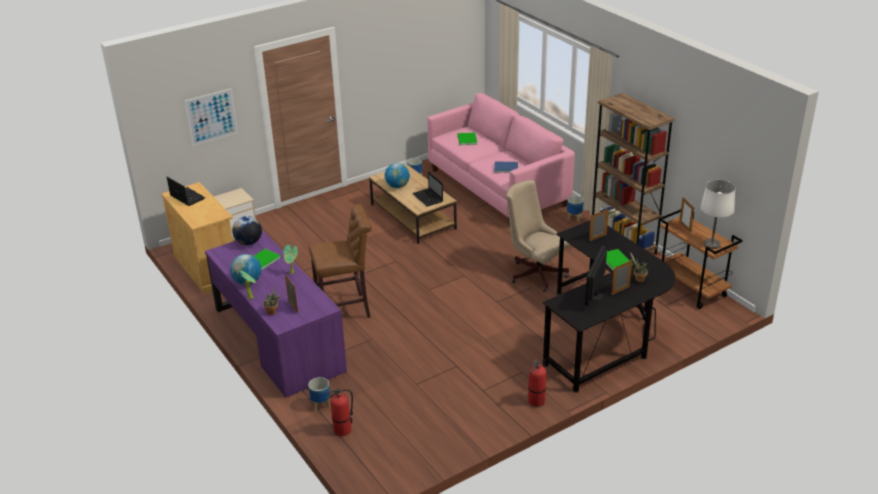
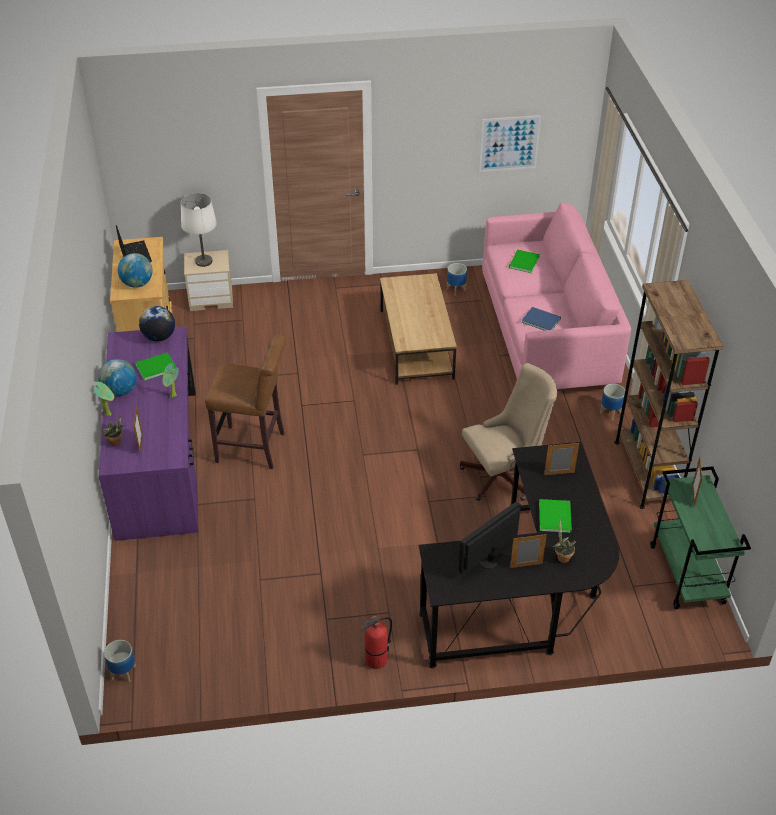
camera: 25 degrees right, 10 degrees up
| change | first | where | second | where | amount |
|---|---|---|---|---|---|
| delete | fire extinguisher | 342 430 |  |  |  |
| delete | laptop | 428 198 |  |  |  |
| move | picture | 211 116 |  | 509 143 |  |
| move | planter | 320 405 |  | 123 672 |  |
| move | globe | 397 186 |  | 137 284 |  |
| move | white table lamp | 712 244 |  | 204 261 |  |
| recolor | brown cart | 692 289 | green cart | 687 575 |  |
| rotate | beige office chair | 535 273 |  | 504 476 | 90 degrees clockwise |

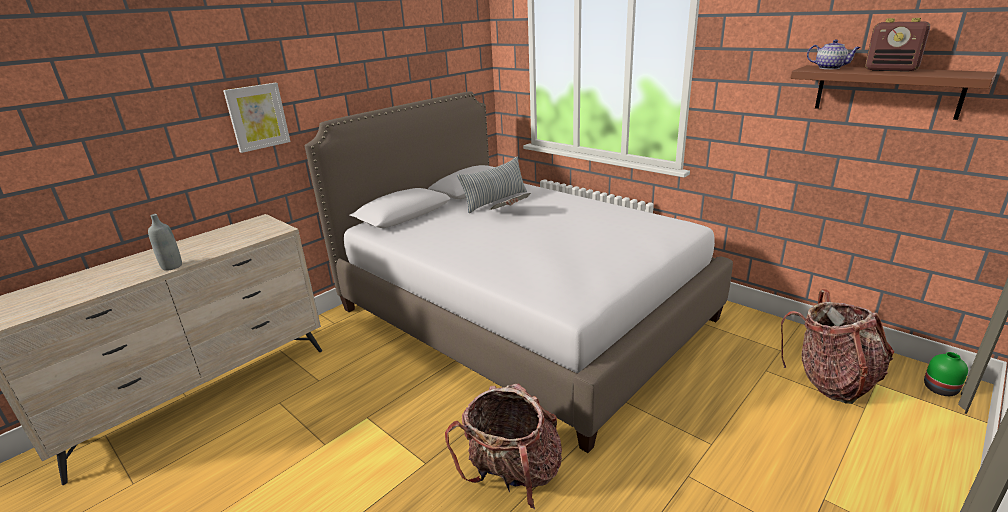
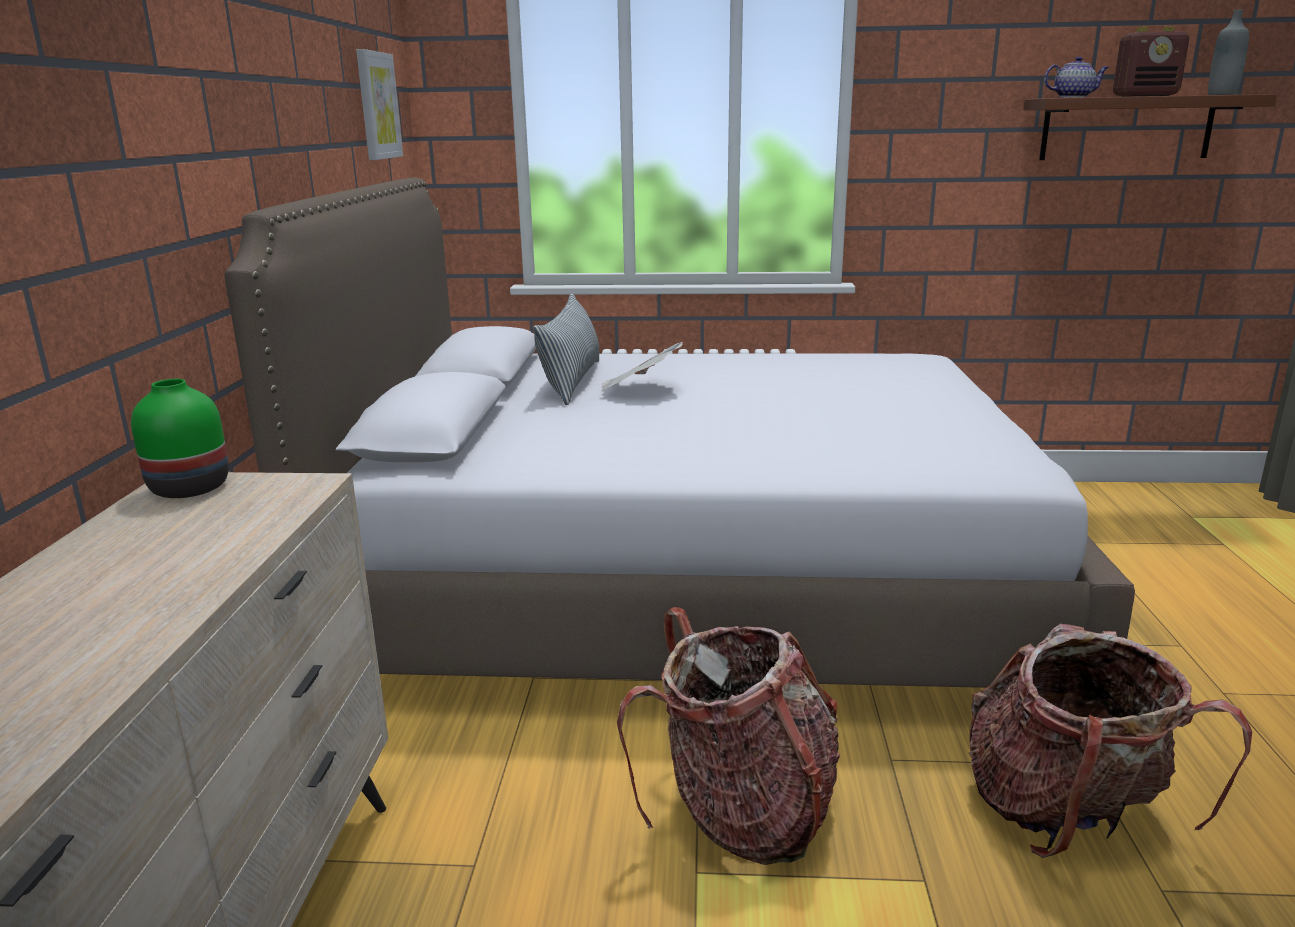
camera: 40 degrees left, 5 degrees down
| change | first | where | second | where | amount |
|---|---|---|---|---|---|
| move | grey bottle | 172 266 |  | 1222 94 |  |
| move | picture | 257 117 |  | 377 106 |  |
| move | backpack | 831 381 |  | 743 812 |  |
| move | green vase | 940 388 |  | 191 487 |  |

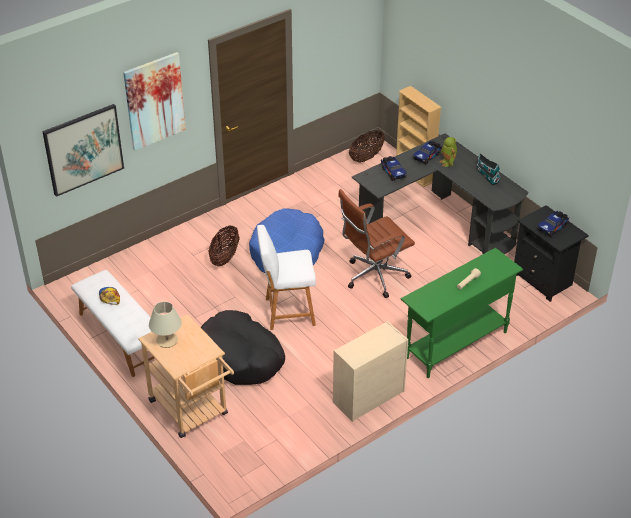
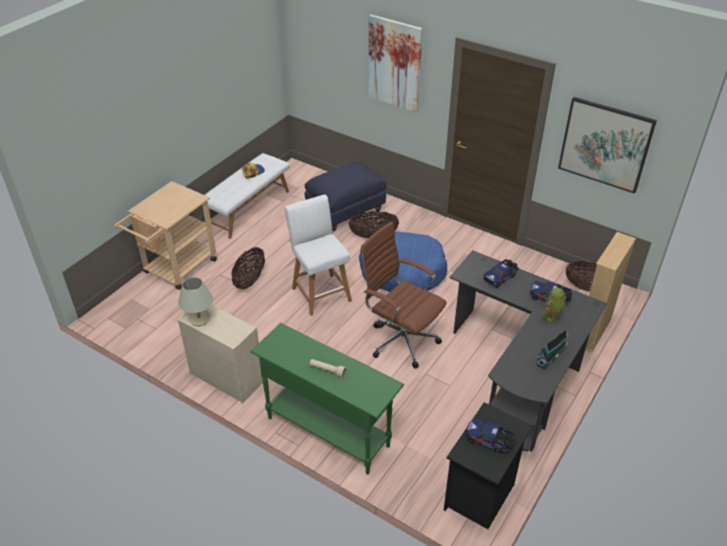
camera: 70 degrees right, 0 degrees up
| change | first | where | second | where | amount |
|---|---|---|---|---|---|
| insert |  |  | blue ottoman | 346 211 |  |
| move | picture | 83 149 |  | 605 144 |  |
| move | beige table lamp | 167 340 |  | 199 318 |  |
| replace | black dog bed | 241 357 | basket | 250 280 |  |

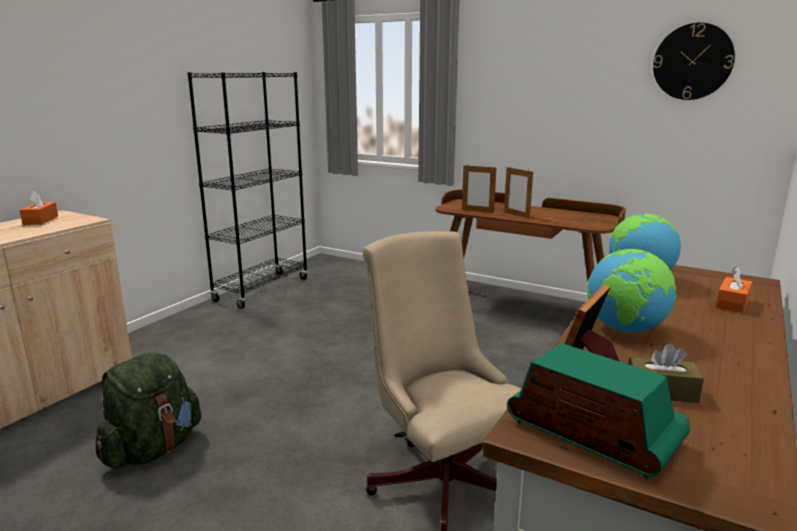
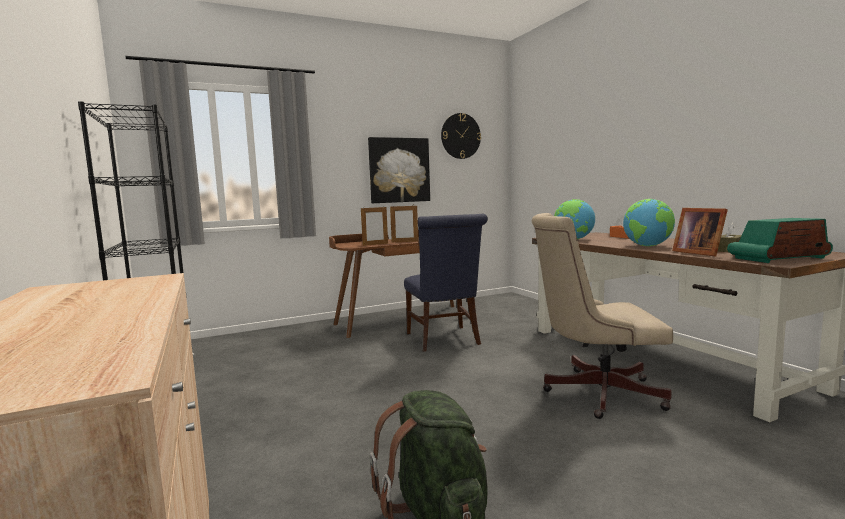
camera: 55 degrees left, 10 degrees down
| change | first | where | second | where | amount |
|---|---|---|---|---|---|
| delete | orange tissue box | 40 220 |  |  |  |
| insert |  |  | picture | 399 170 |  |
| insert |  |  | blue chair | 445 340 |  |

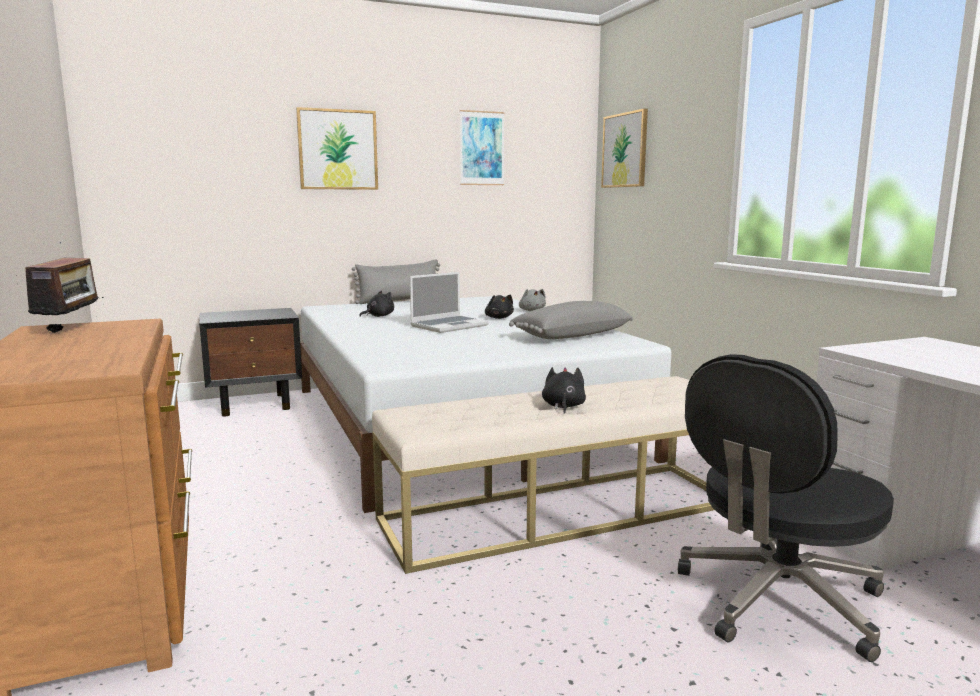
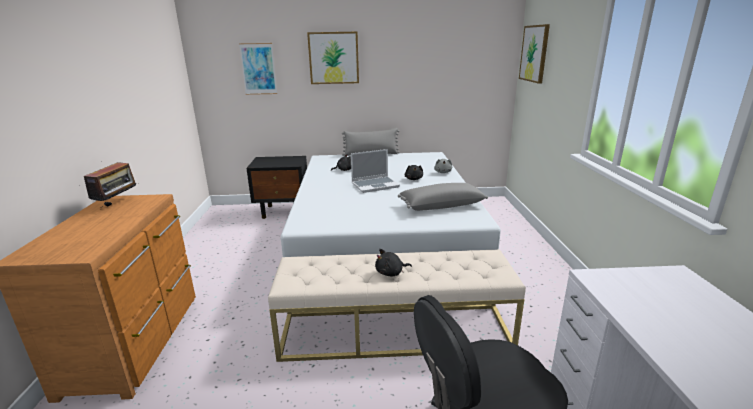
camera: 20 degrees right, 10 degrees up
| change | first | where | second | where | amount |
|---|---|---|---|---|---|
| move | picture | 482 148 |  | 258 69 |  |
| rotate | black plush toy | 563 406 |  | 391 273 | 135 degrees counterclockwise |

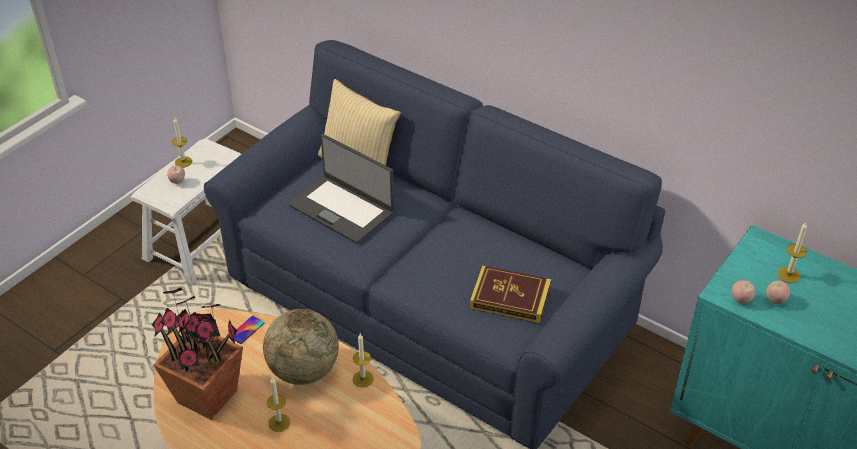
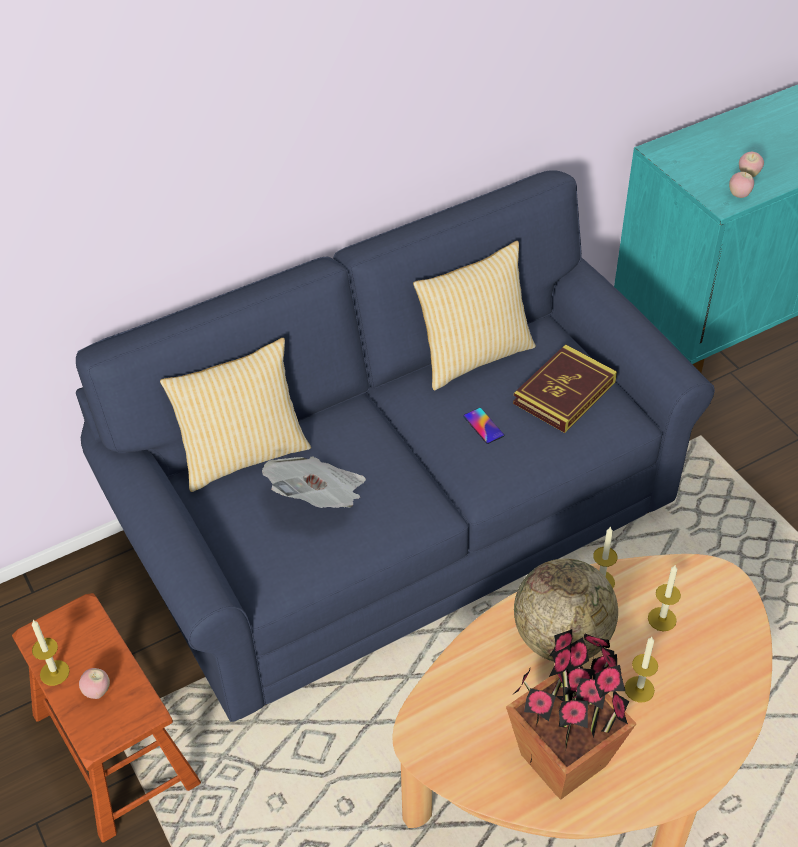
camera: 65 degrees left, 5 degrees up
| change | first | where | second | where | amount |
|---|---|---|---|---|---|
| insert |  |  | pillow | 473 356 |  |
| move | phone | 247 330 |  | 483 426 |  |
| move | candle | 788 275 |  | 662 619 |  |
| replace | laptop | 342 208 | newspaper | 319 498 |  |
| recolor | white stool | 201 241 | brown stool | 115 749 |  |

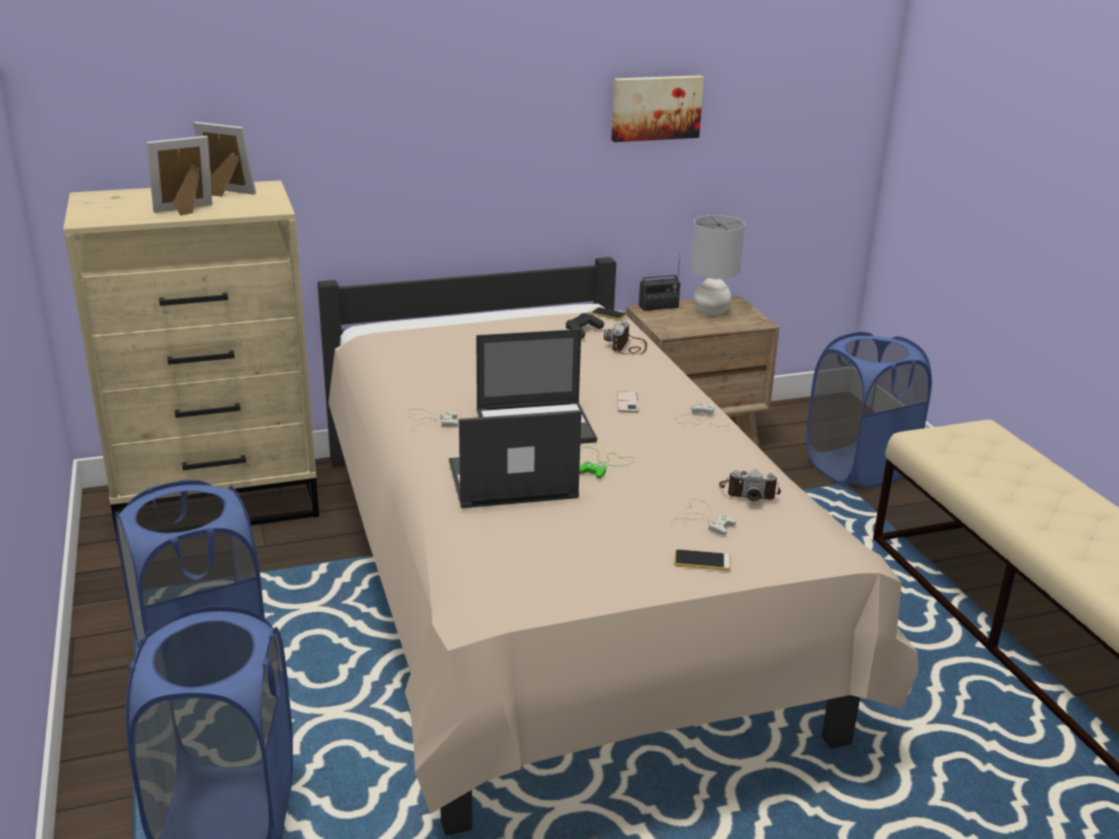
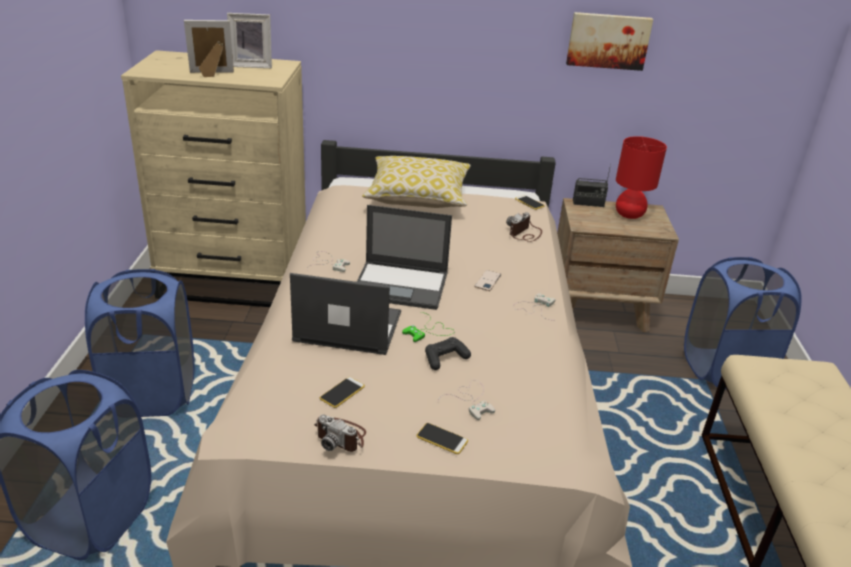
camera: 20 degrees right, 5 degrees up
| change | first | where | second | where | amount |
|---|---|---|---|---|---|
| insert |  |  | phone | 342 392 |  |
| insert |  |  | pillow | 418 197 |  |
| move | black game controller | 583 331 |  | 445 358 |  |
| move | photo camera | 749 492 |  | 341 436 |  |
| recolor | grey table lamp | 711 311 | red table lamp | 629 215 |  |
| rotate | picture frame | 225 193 |  | 251 65 | 135 degrees clockwise |

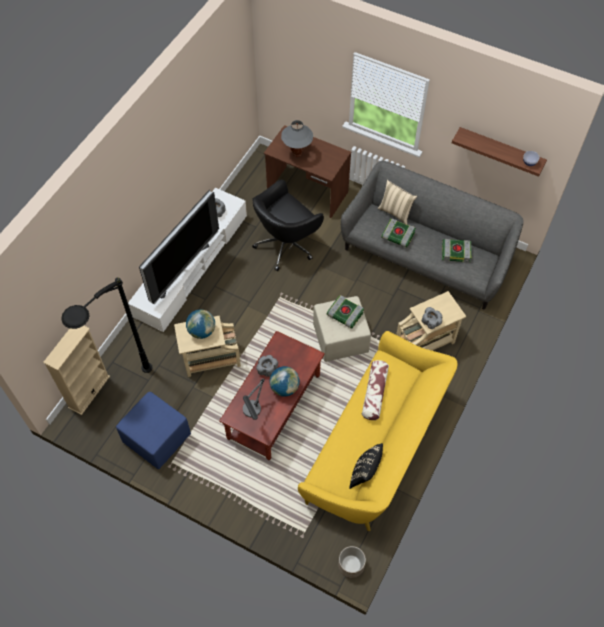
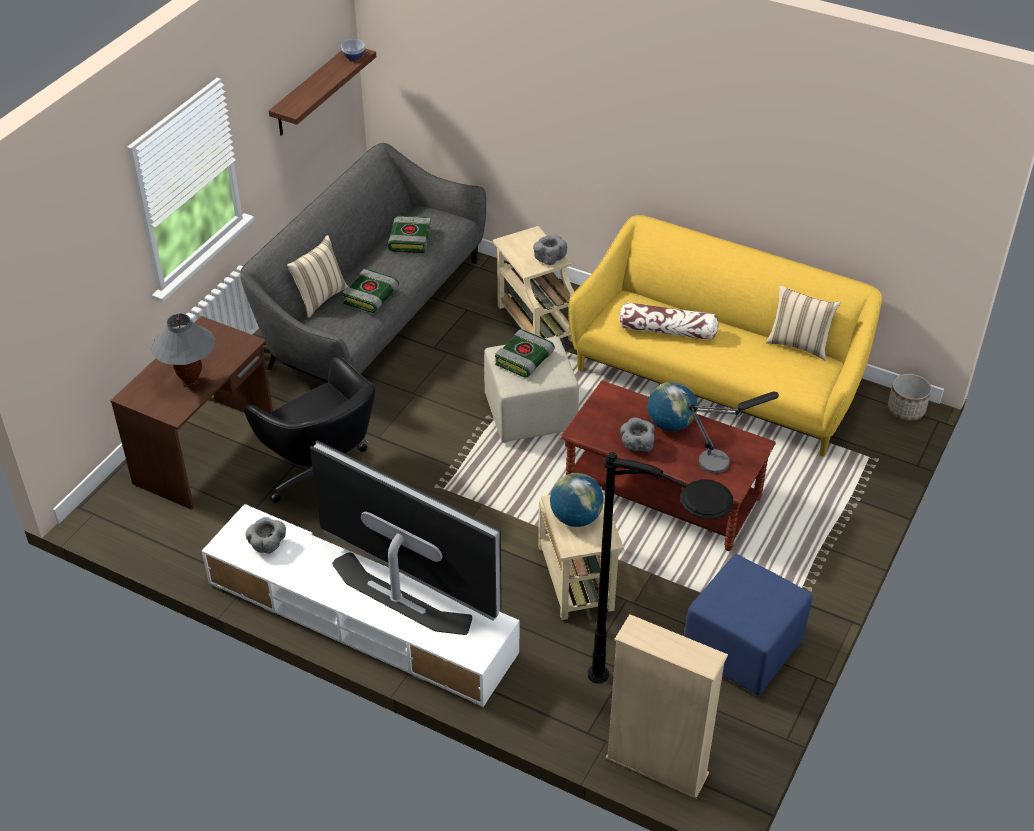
camera: 90 degrees left, 15 degrees down
| change | first | where | second | where | amount |
|---|---|---|---|---|---|
| recolor | black pillow | 365 473 | beige pillow | 798 344 |  |

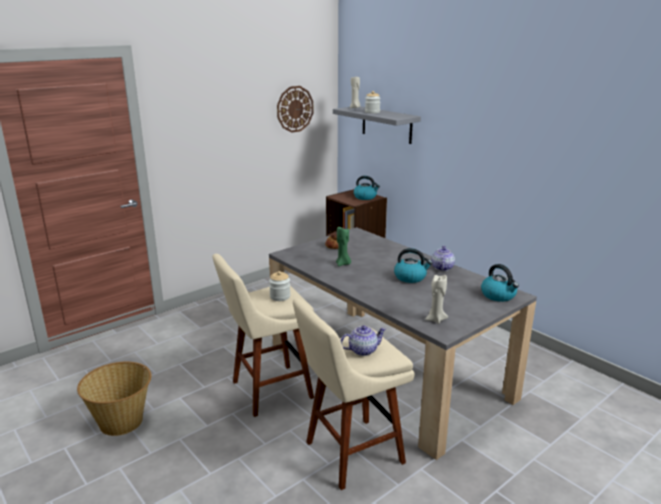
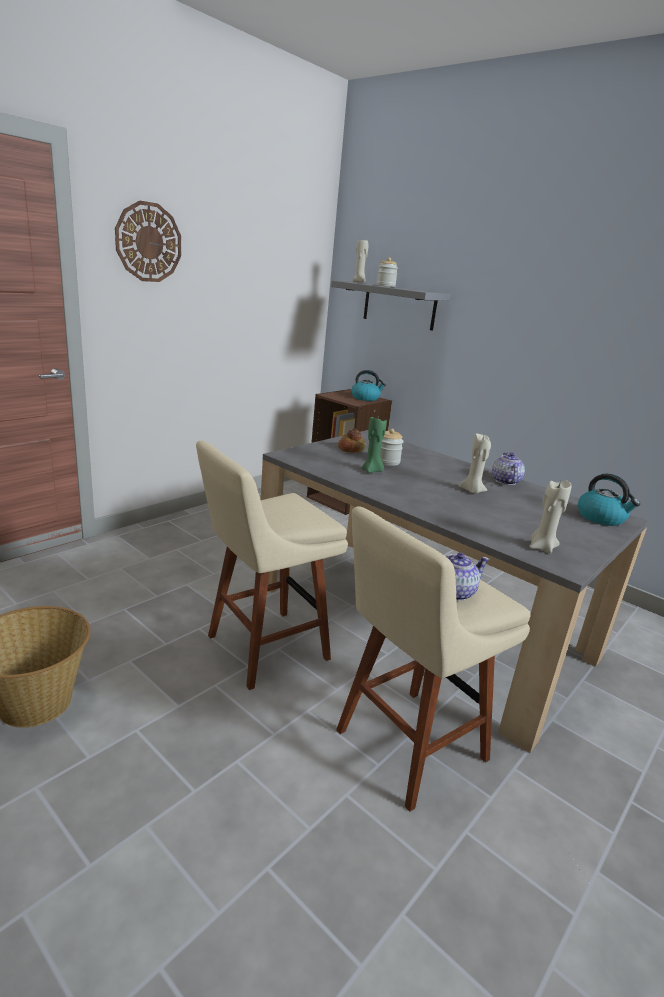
camera: 10 degrees left, 0 degrees up
| change | first | where | second | where | amount |
|---|---|---|---|---|---|
| move | jar | 280 296 |  | 387 461 |  |
| move | wall clock | 295 109 |  | 148 242 |  |
| replace | kettle | 410 277 | beige candle | 472 491 |  |

